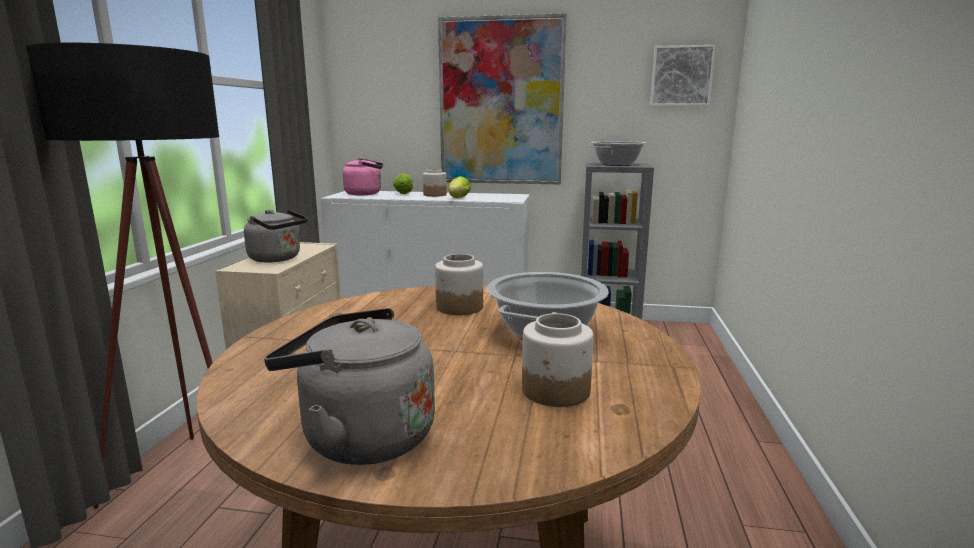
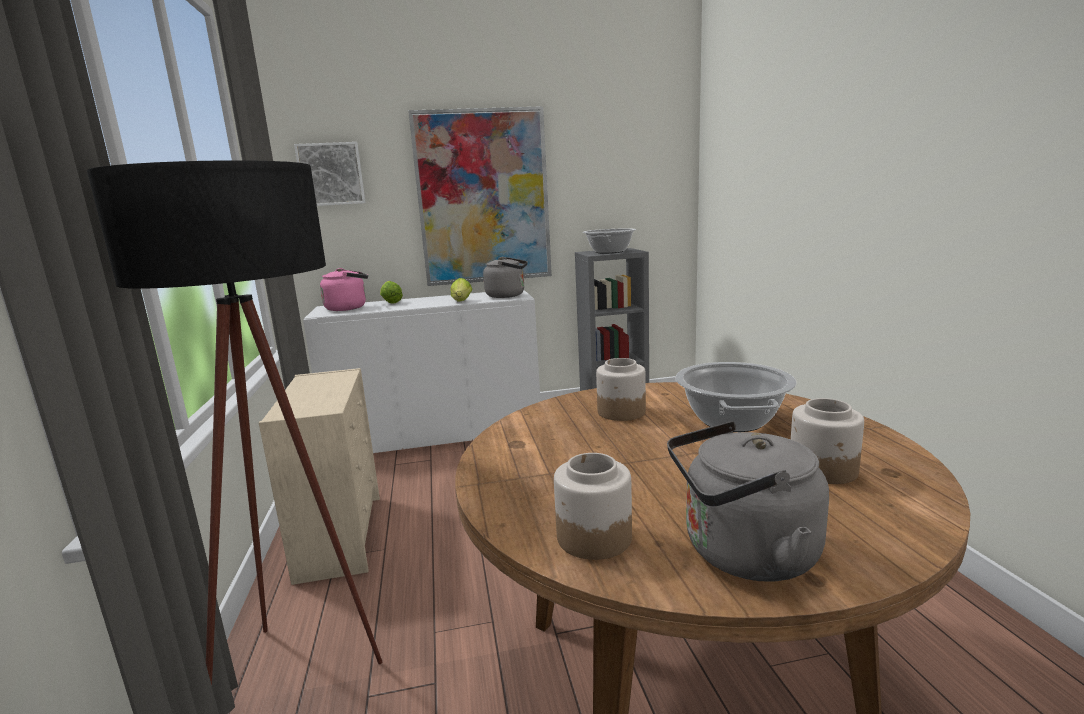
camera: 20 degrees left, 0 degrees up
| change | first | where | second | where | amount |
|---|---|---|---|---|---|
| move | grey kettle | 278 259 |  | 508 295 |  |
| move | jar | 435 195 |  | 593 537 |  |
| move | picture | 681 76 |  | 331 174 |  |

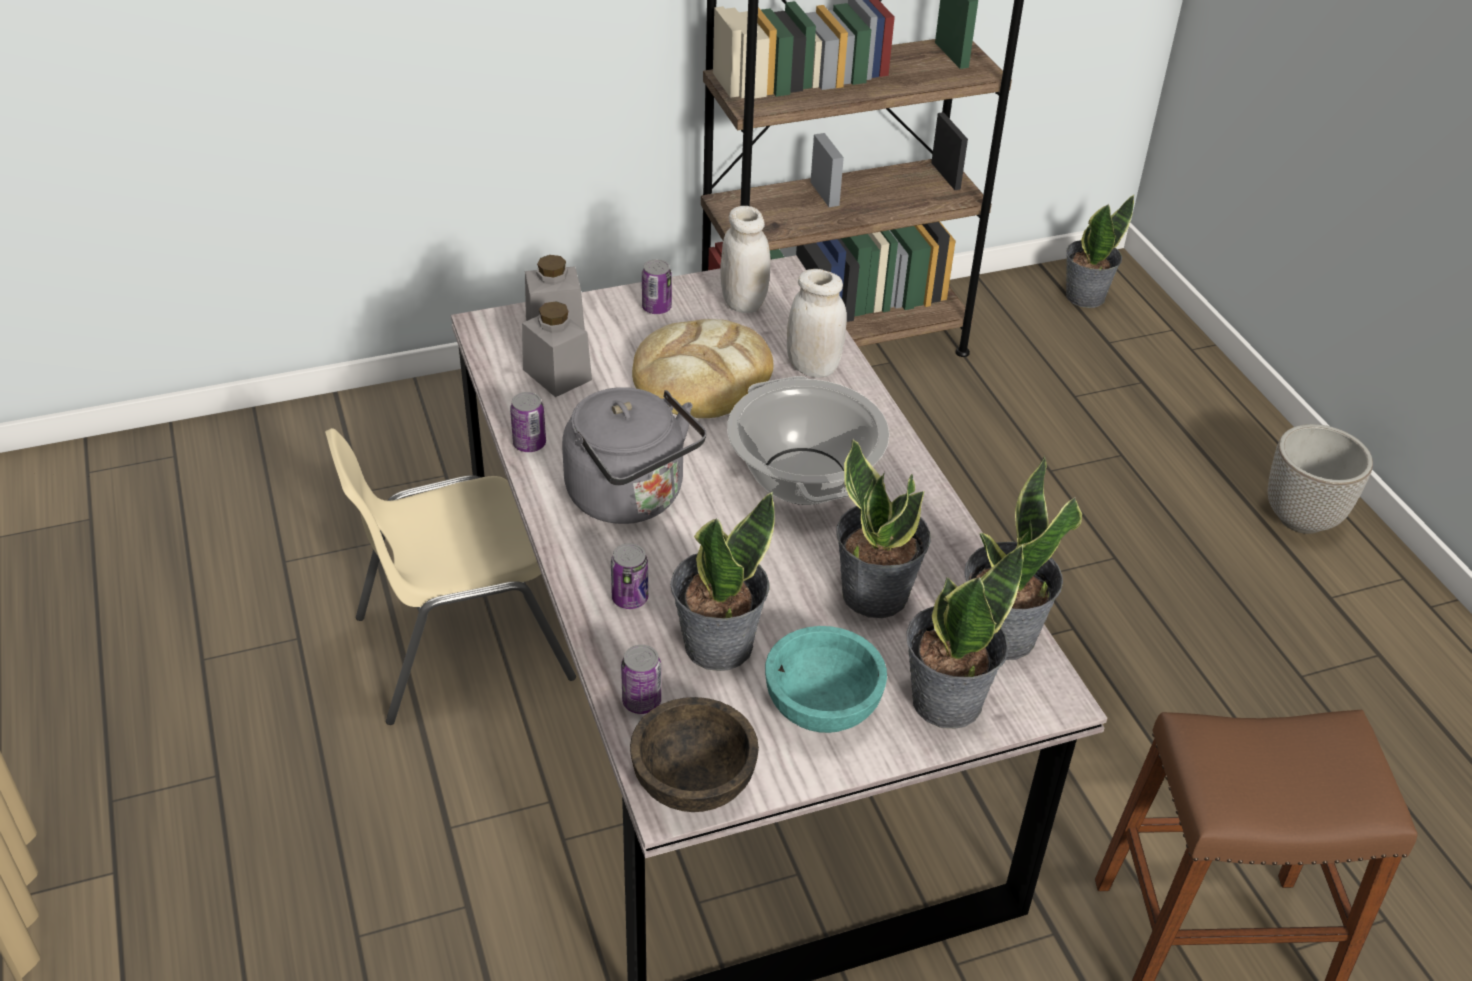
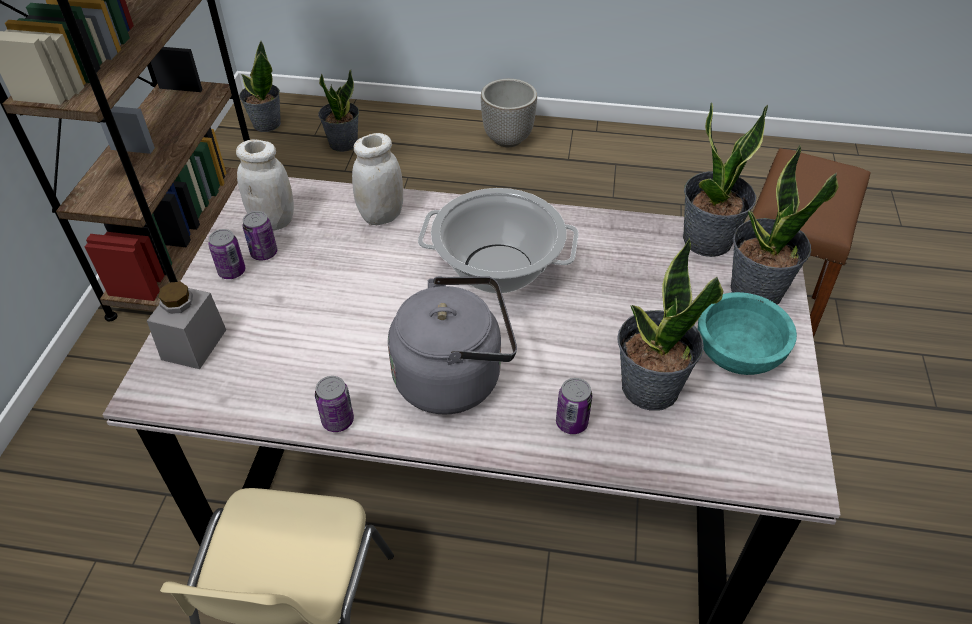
camera: 60 degrees left, 5 degrees up
| change | first | where | second | where | amount |
|---|---|---|---|---|---|
| delete | grey jar | 557 374 |  |  |  |
| delete | brown bowl | 693 783 |  |  |  |
| delete | bread | 701 376 |  |  |  |
| move | can | 641 701 |  | 264 253 |  |
| move | potted plant | 875 593 |  | 343 143 |  |

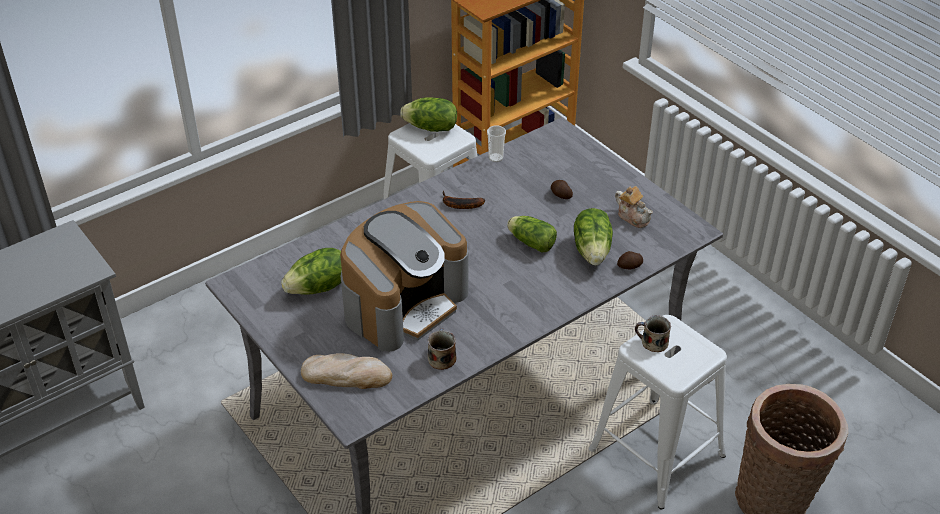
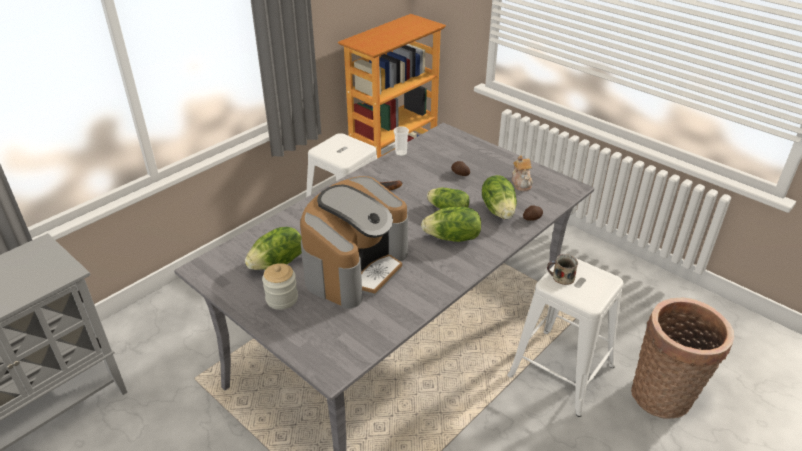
camera: 10 degrees left, 5 degrees down
| change | first | where | second | where | amount |
|---|---|---|---|---|---|
| delete | bread | 347 375 |  |  |  |
| delete | mug | 441 357 |  |  |  |
| insert |  |  | jar | 282 299 |  |
| move | lettuce | 431 128 |  | 453 238 |  |
| rotate | teapot | 633 217 |  | 521 183 | 45 degrees clockwise |

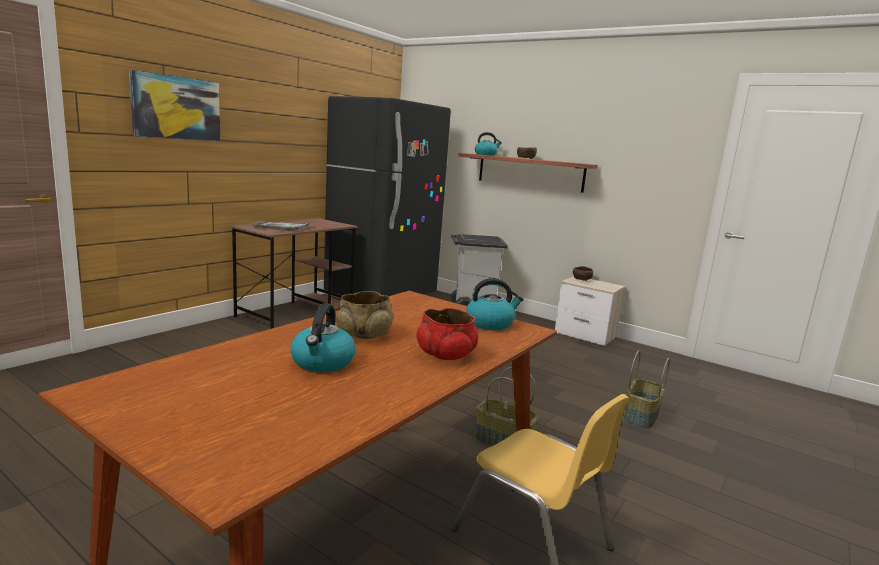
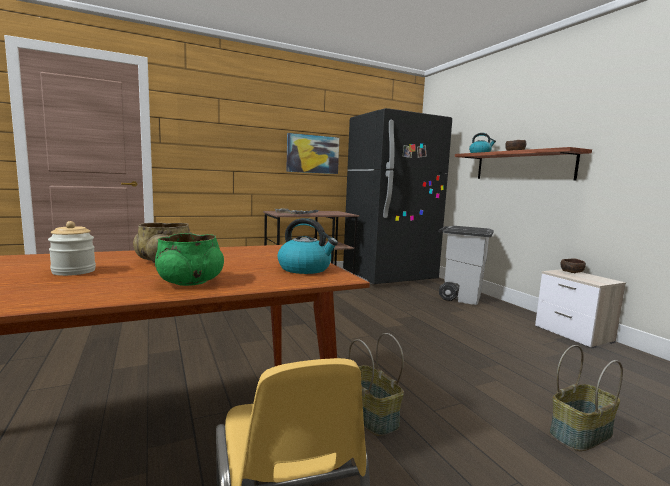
camera: 30 degrees right, 5 degrees down
| change | first | where | second | where | amount |
|---|---|---|---|---|---|
| move | picture | 176 108 |  | 312 154 |  |
| replace | kettle | 322 363 | jar | 74 271 |  |
| recolor | red bowl | 446 355 | green bowl | 189 282 |  |

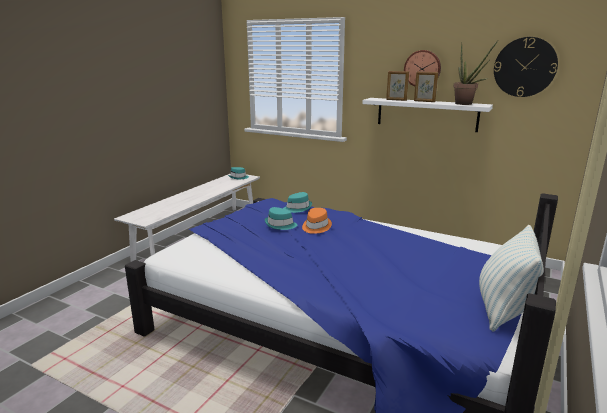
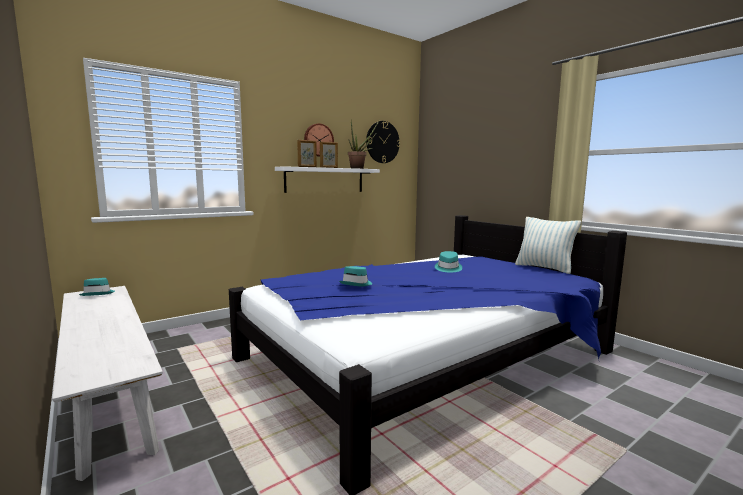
camera: 65 degrees left, 10 degrees down
| change | first | where | second | where | amount |
|---|---|---|---|---|---|
| delete | orange hat | 316 227 |  |  |  |
| move | turquoise hat | 297 208 |  | 448 268 |  |

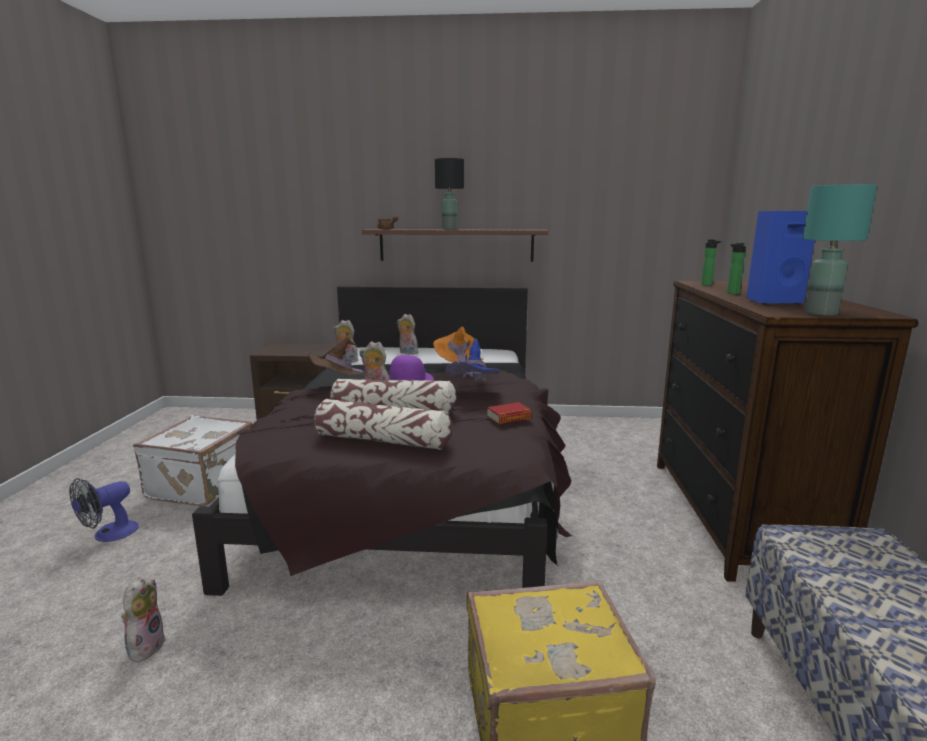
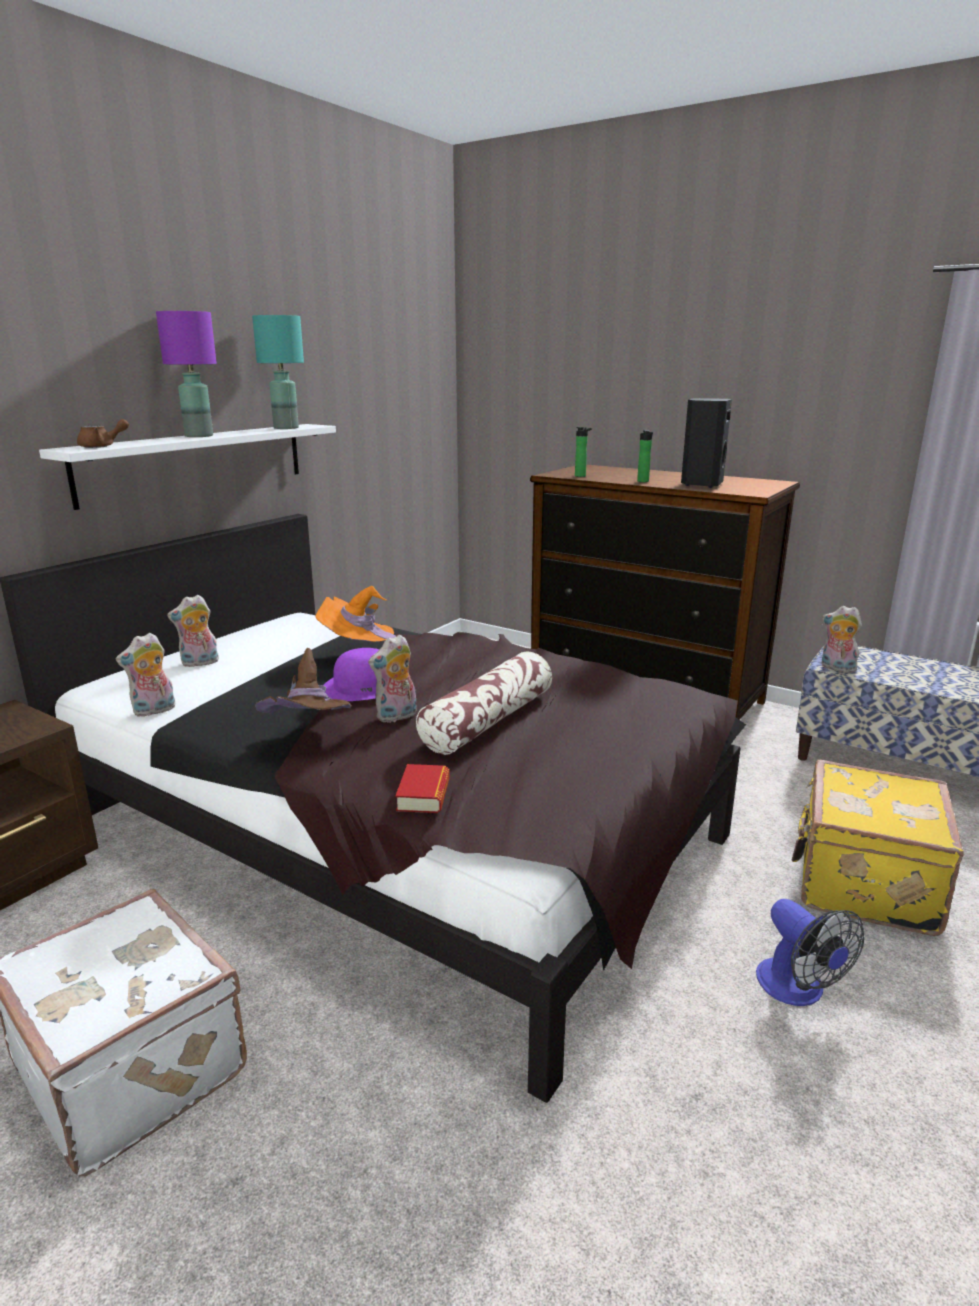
camera: 60 degrees left, 5 degrees up
| change | first | where | second | where | amount |
|---|---|---|---|---|---|
| delete | pillow | 383 440 |  |  |  |
| delete | blue hat | 474 391 |  |  |  |
| move | fan | 108 534 |  | 798 990 |  |
| move | plush toy | 145 646 |  | 836 668 |  |
| move | book | 509 417 |  | 423 795 |  |
| move | turquoise table lamp | 821 313 |  | 287 428 |  |
| recolor | brown shelf | 456 245 | white shelf | 196 462 |  |
| recolor | black table lamp | 450 229 | purple table lamp | 199 436 |  |
| recolor | blue speaker | 772 302 | black speaker | 701 484 |  |

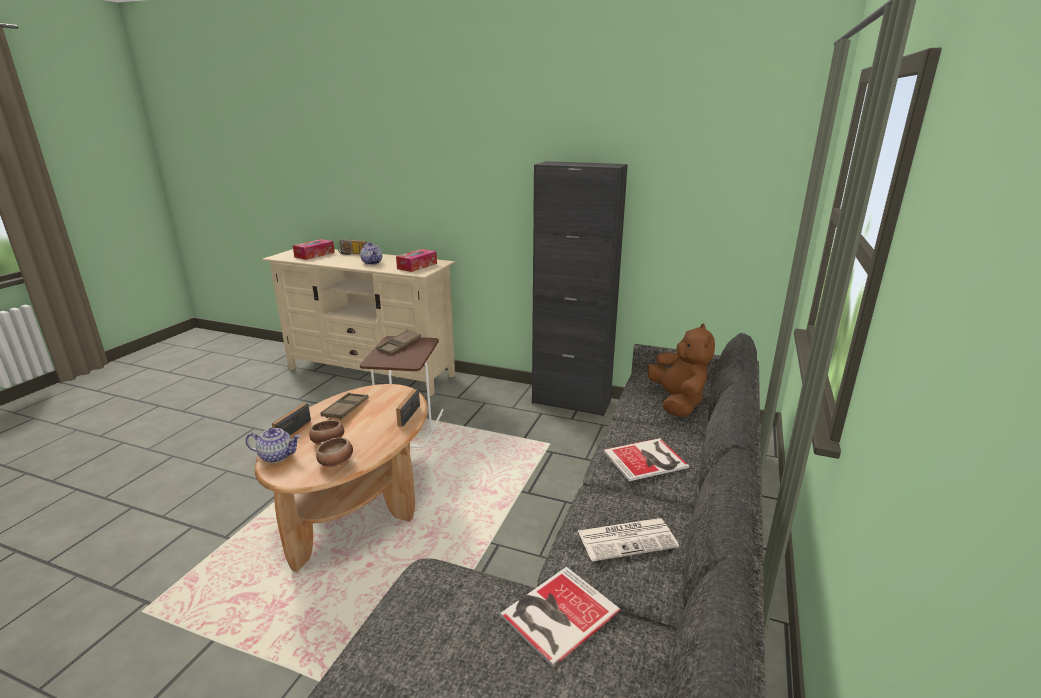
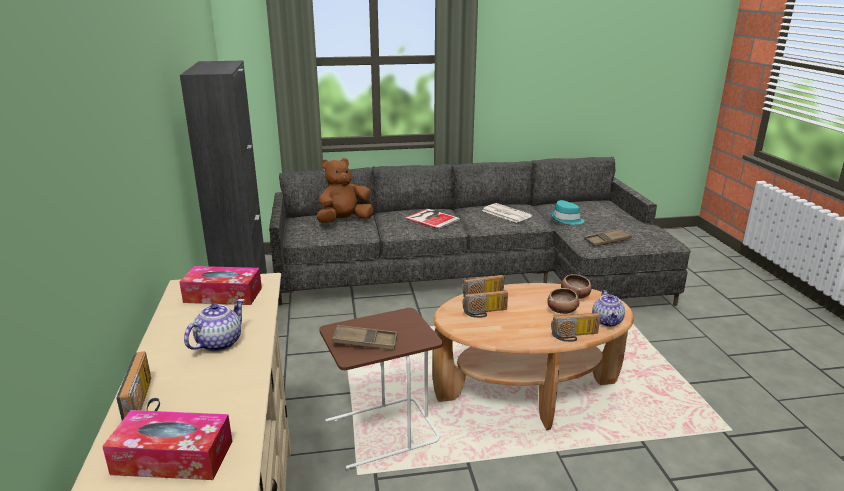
camera: 120 degrees left, 0 degrees up
| change | first | where | second | where | amount |
|---|---|---|---|---|---|
| insert |  |  | radio | 485 313 |  |
| move | brown tray | 346 409 |  | 607 241 |  |
| replace | book | 556 613 | turquoise hat | 566 219 |  |
| rotate | teapot | 277 456 |  | 607 321 | 150 degrees counterclockwise |

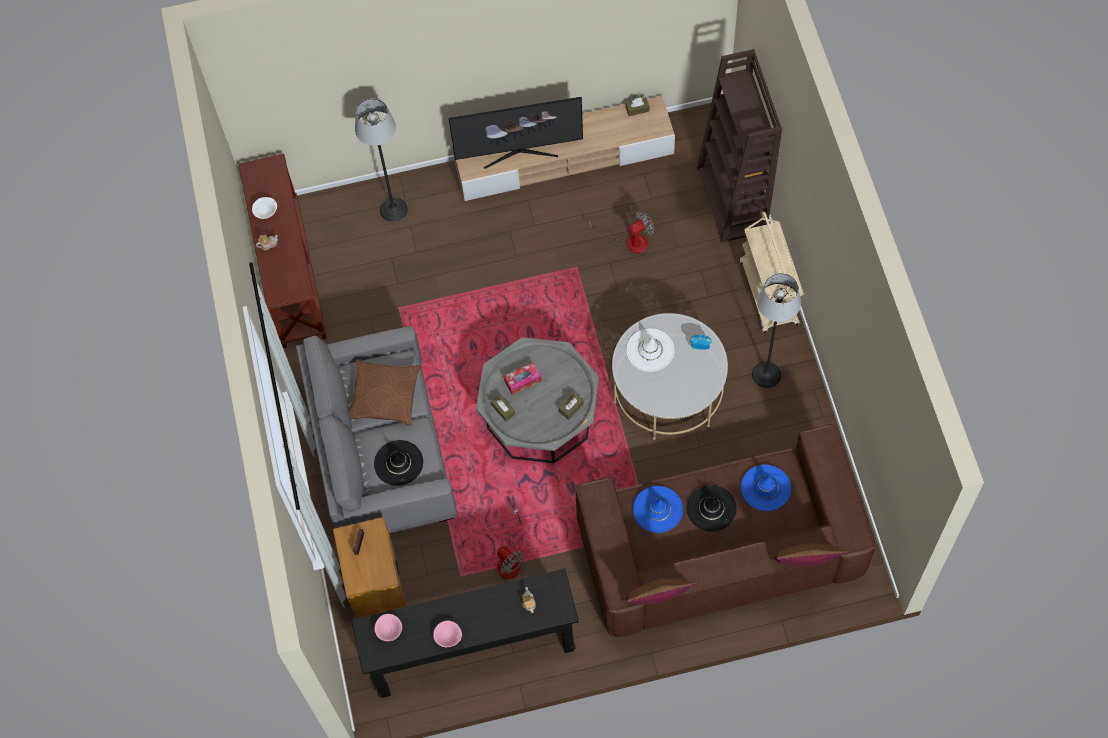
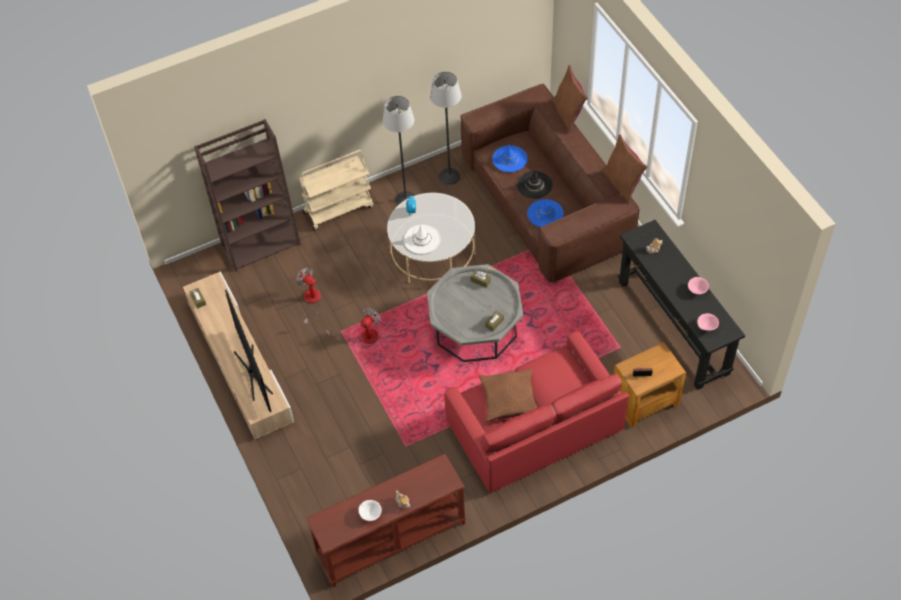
camera: 105 degrees left, 10 degrees down
| change | first | where | second | where | amount |
|---|---|---|---|---|---|
| delete | black hat | 398 463 |  |  |  |
| delete | tissue box | 523 380 |  |  |  |
| move | floor lamp | 394 209 |  | 449 176 |  |
| move | fan | 510 559 |  | 362 337 |  |
| recolor | grey sofa | 380 447 | red sofa | 534 427 |  |

